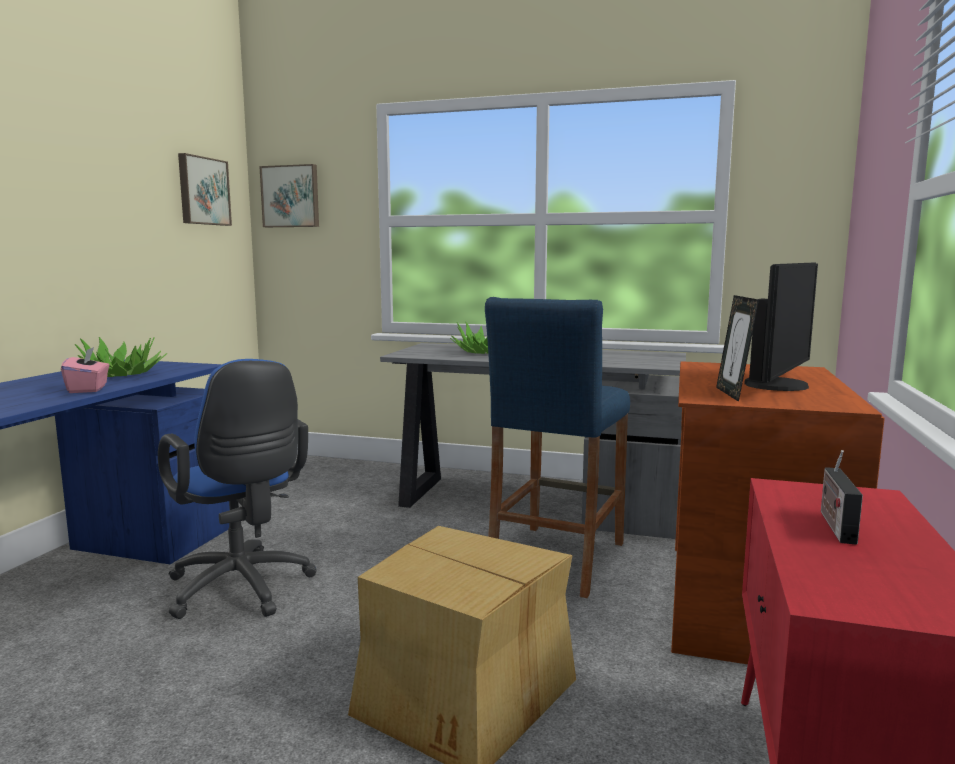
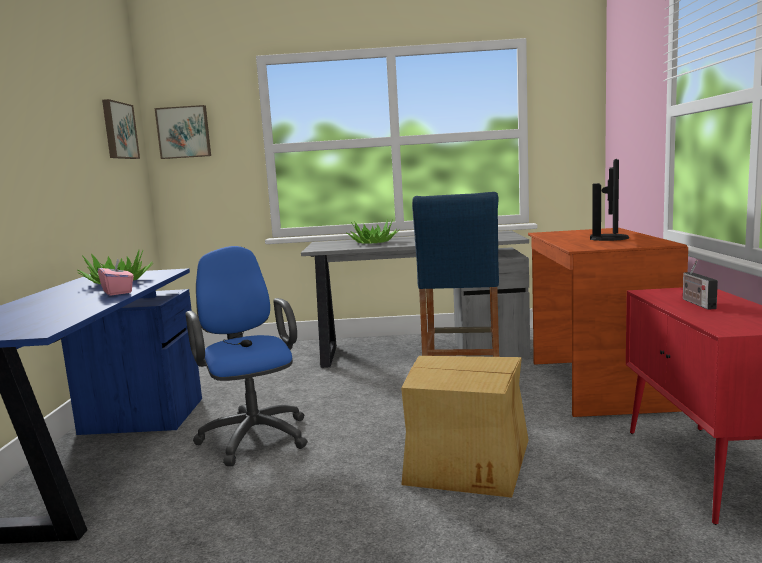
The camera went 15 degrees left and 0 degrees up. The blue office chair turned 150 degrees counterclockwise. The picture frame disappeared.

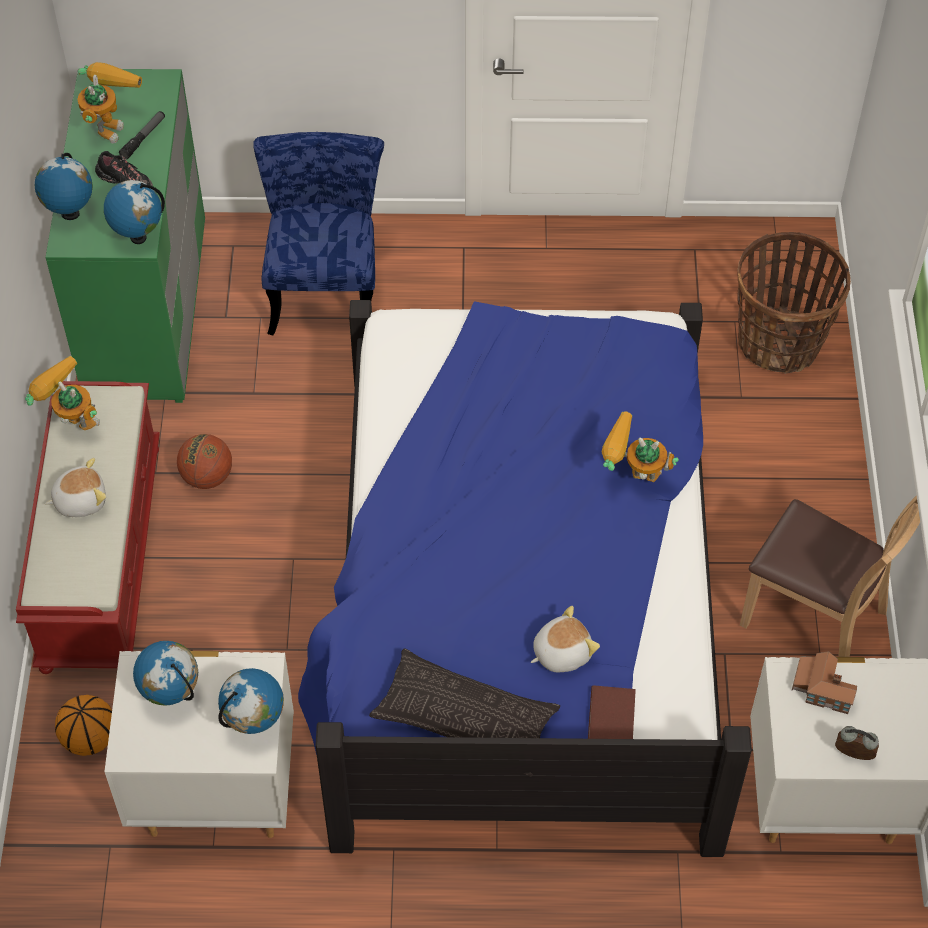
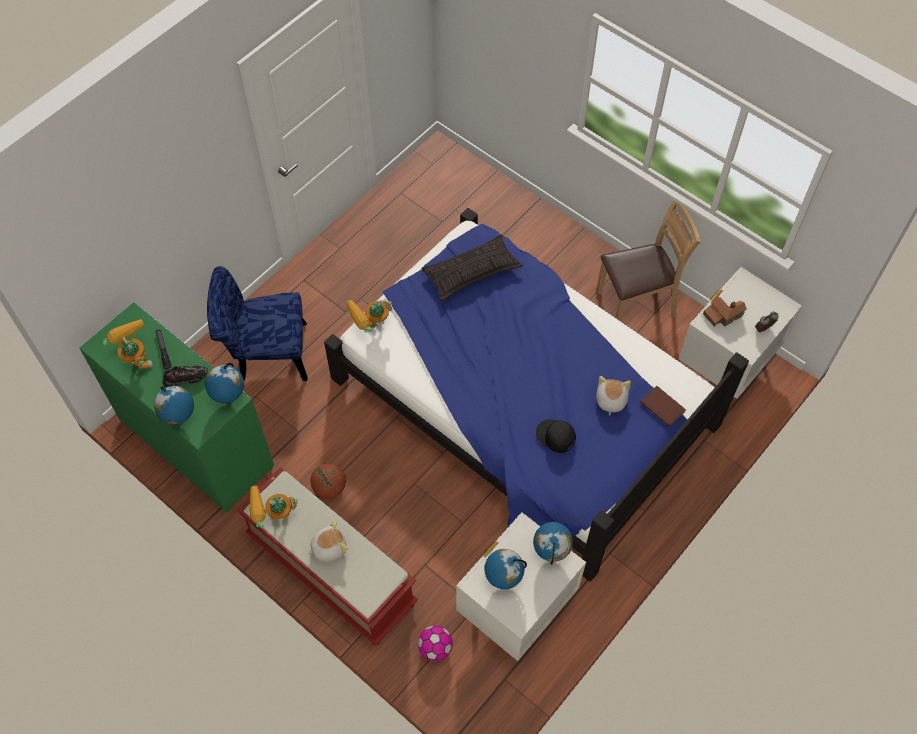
The camera went 50 degrees left and 5 degrees up. The blue chair turned 45 degrees counterclockwise. The plush toy (1st from left) turned 45 degrees clockwise. The toy robot (3rd from left) moved. The basketball (1st from left) was replaced by the football. The pillow moved. The black cap appeared. The basket disappeared.

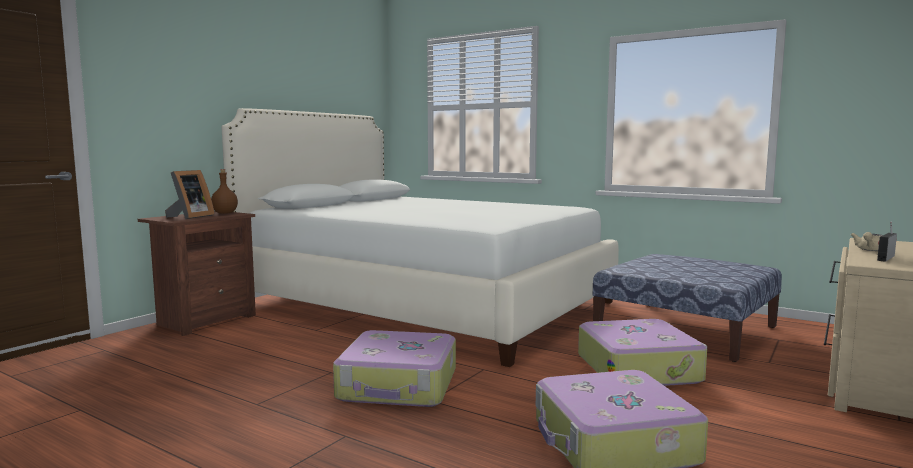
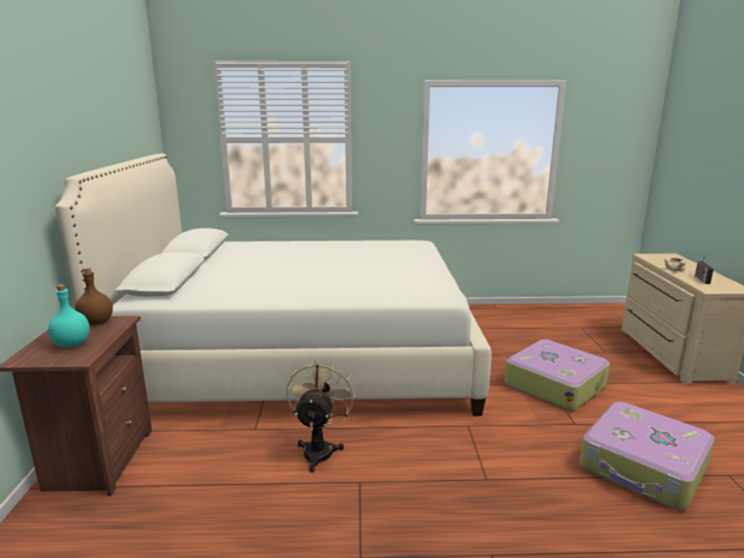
The camera went 35 degrees left and 10 degrees up. The picture frame was replaced by the turquoise bottle. The beige fan appeared. The suitcase (1st from left) disappeared. The ottoman disappeared.

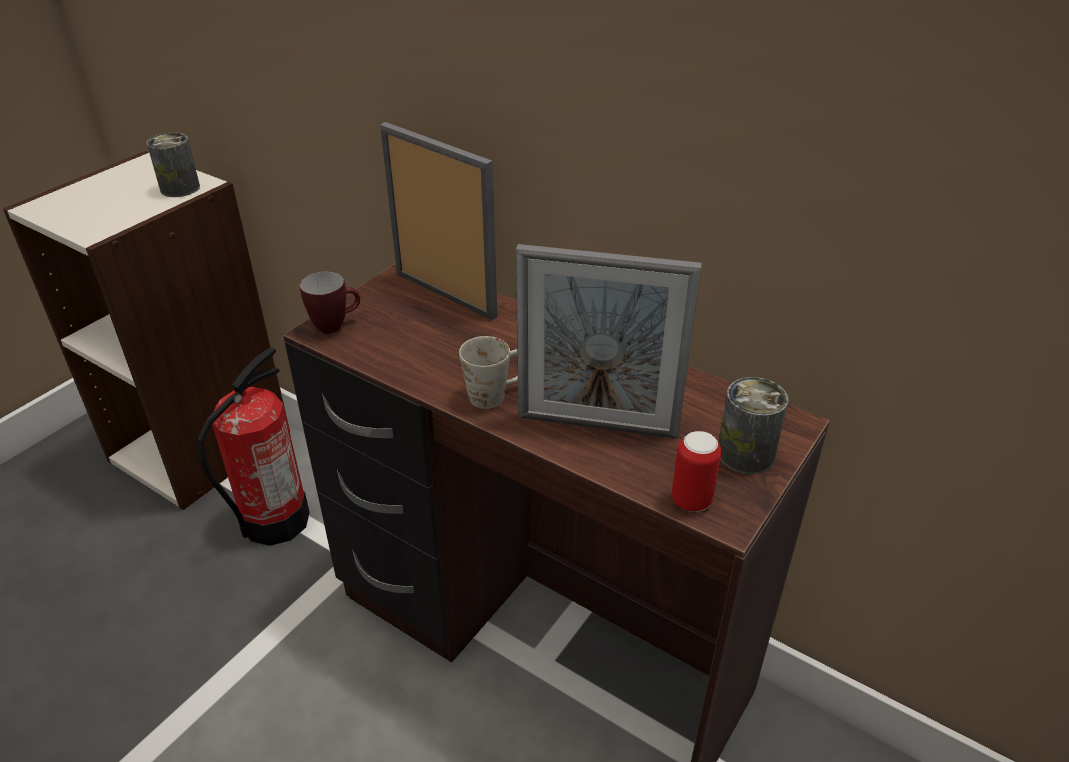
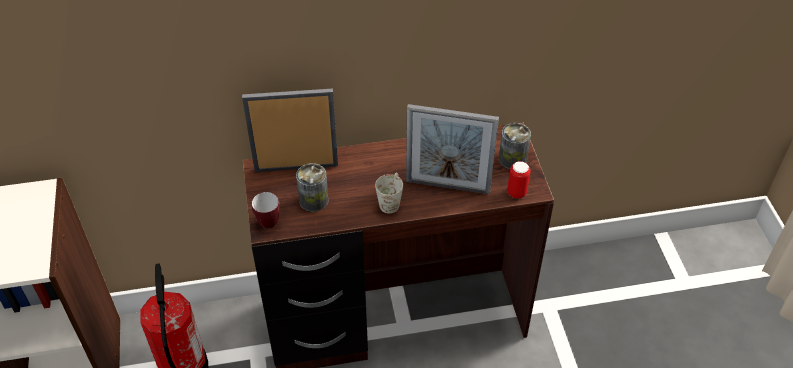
The camera went 45 degrees left and 10 degrees up. The can (1st from left) moved. The picture frame (2nd from left) turned 45 degrees clockwise.

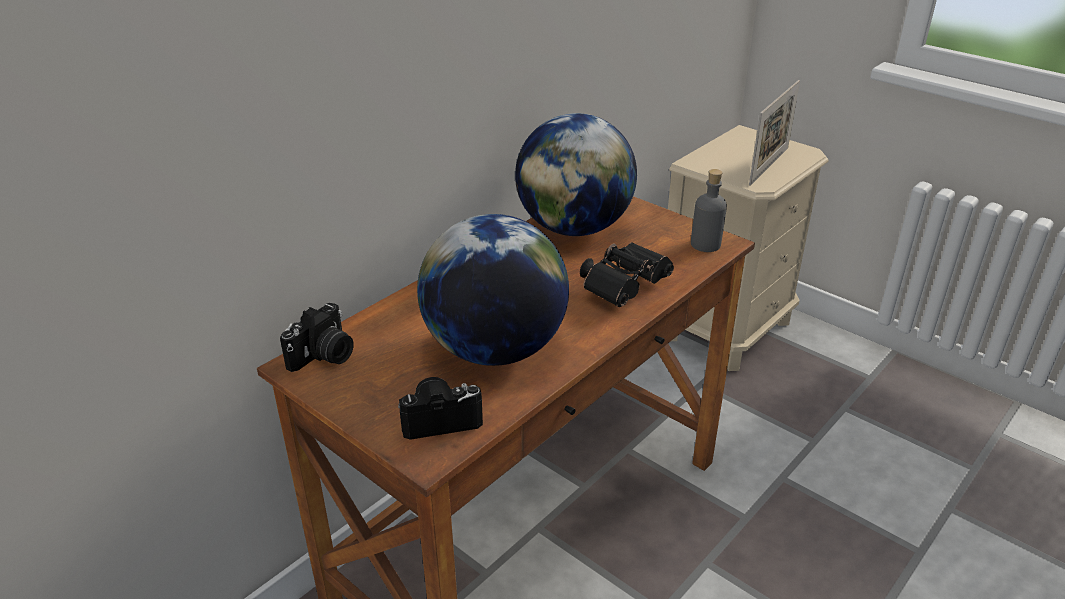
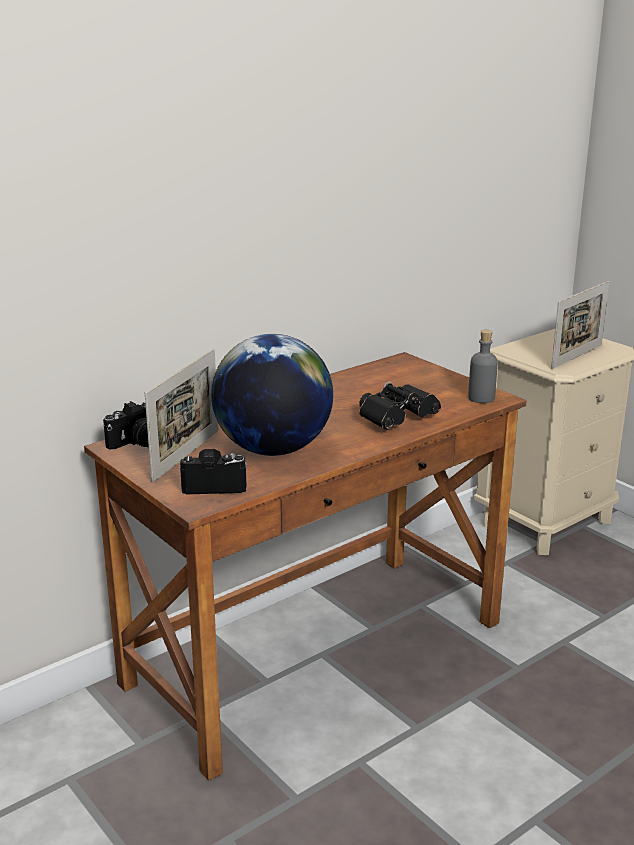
The camera went 10 degrees right and 10 degrees down. The picture frame (1st from left) appeared. The globe (2nd from left) disappeared.

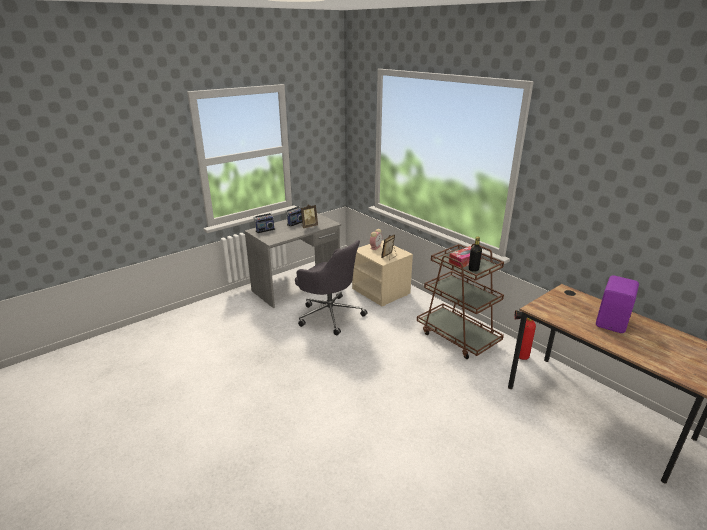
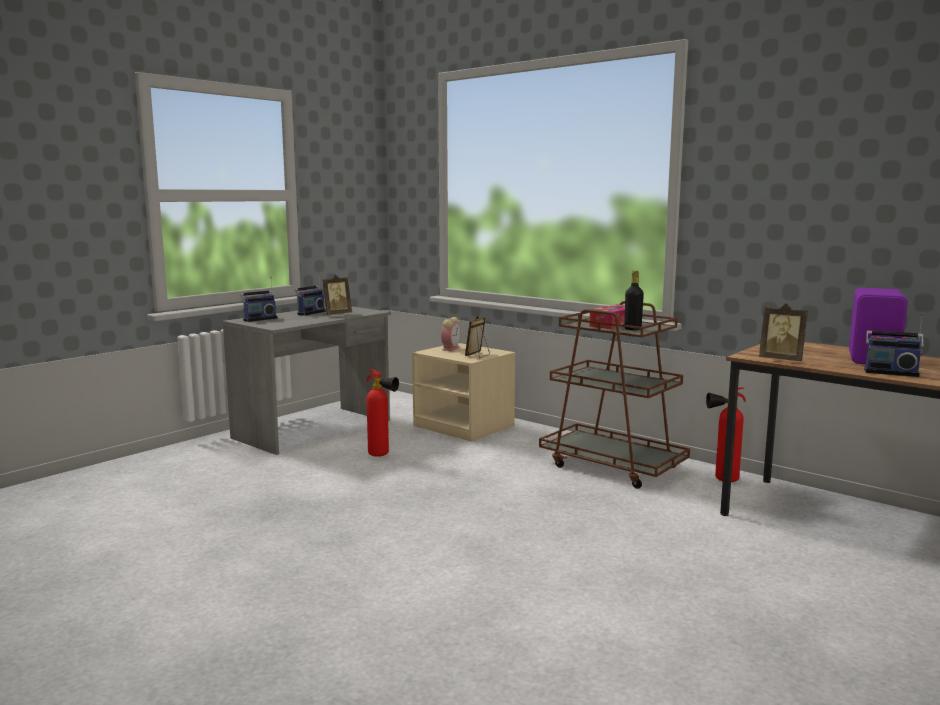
The camera went 10 degrees left and 15 degrees down. The grey office chair was replaced by the fire extinguisher (1st from left). The picture frame (3rd from left) appeared. The radio (3rd from left) appeared.

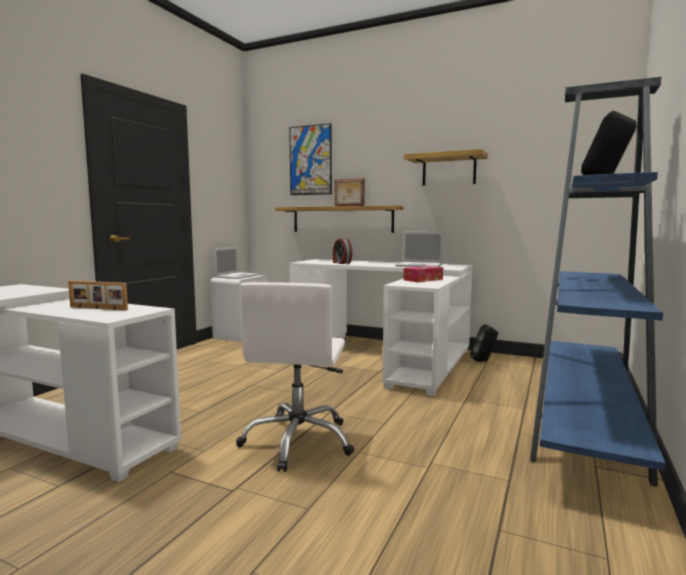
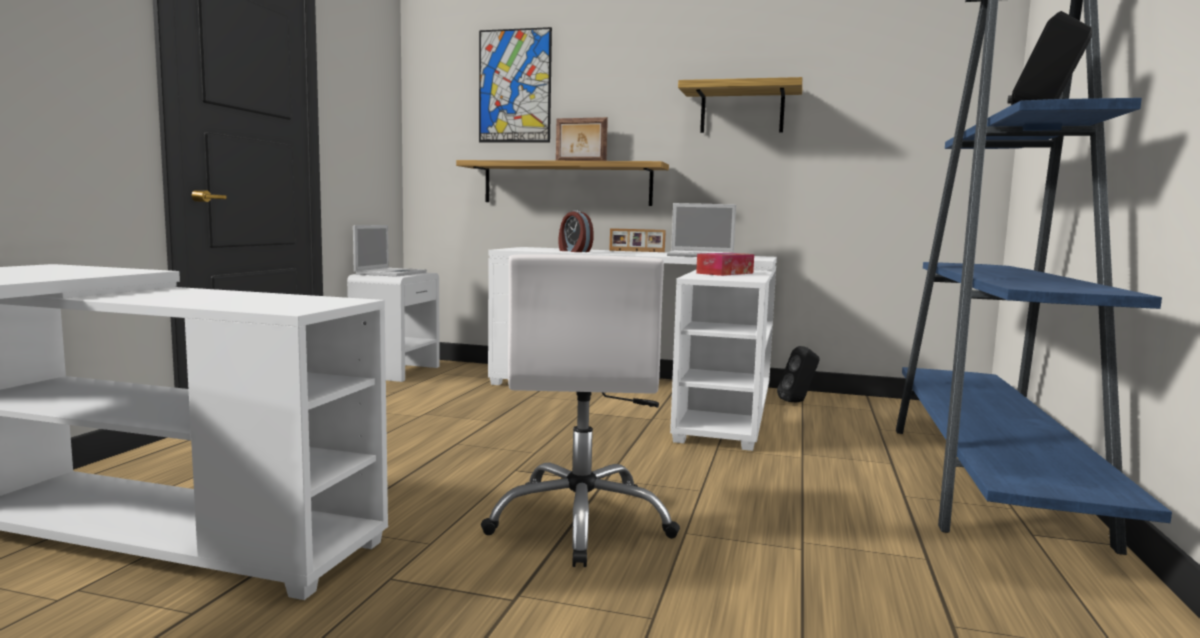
The camera went 10 degrees left and 0 degrees up. The picture frame (1st from left in the first image) moved.

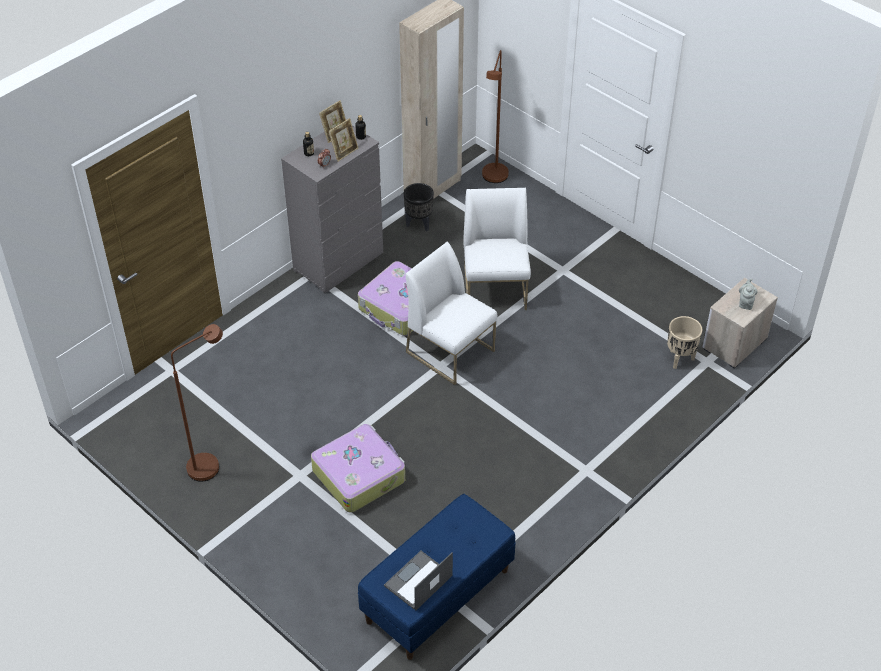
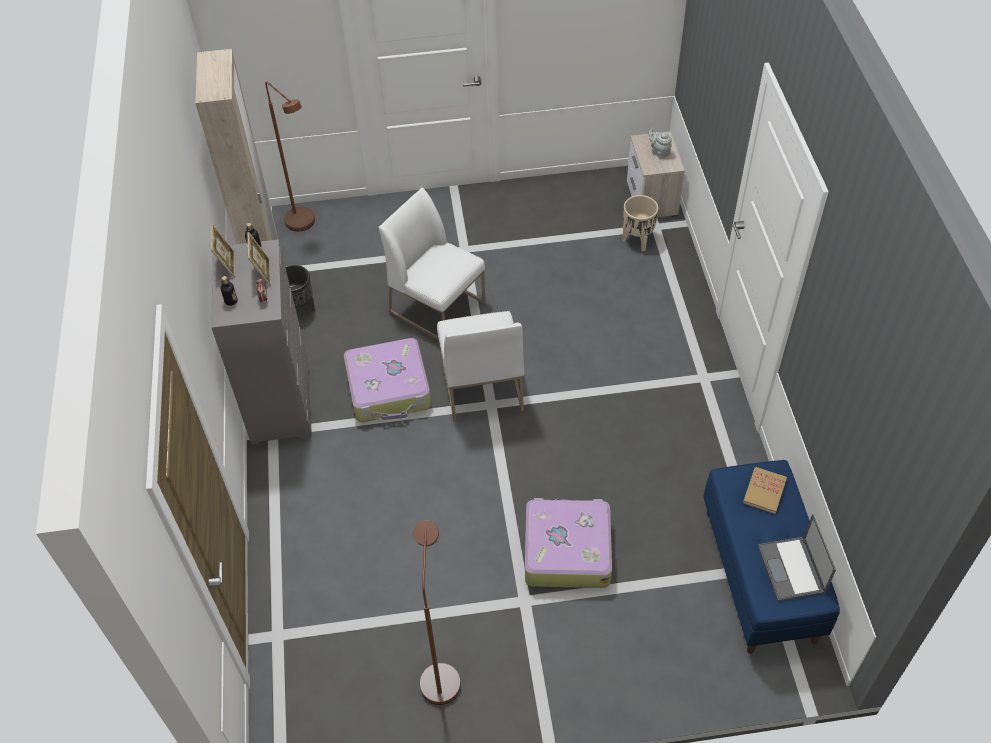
The camera went 50 degrees left and 5 degrees up. The white chair (1st from left in the first image) turned 90 degrees counterclockwise. The book appeared.

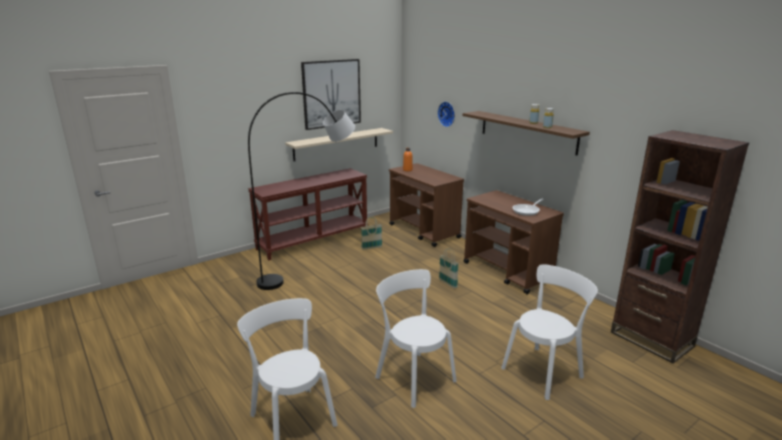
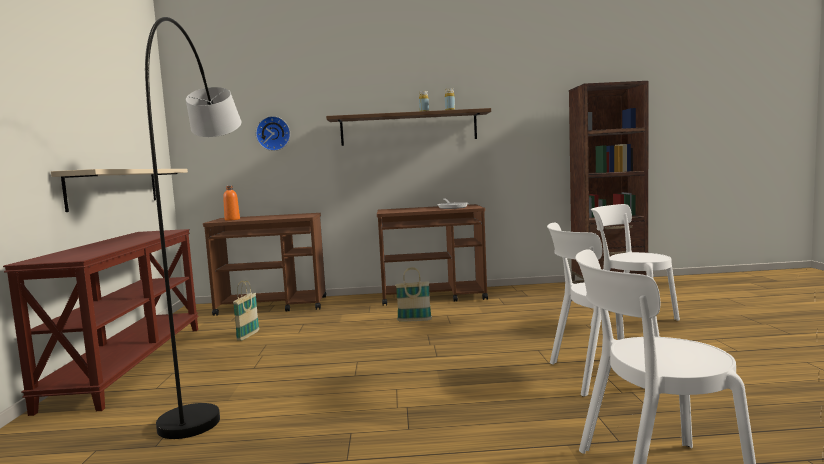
The camera went 55 degrees left and 15 degrees down. The white chair (3rd from left in the first image) turned 45 degrees counterclockwise. The picture disappeared.

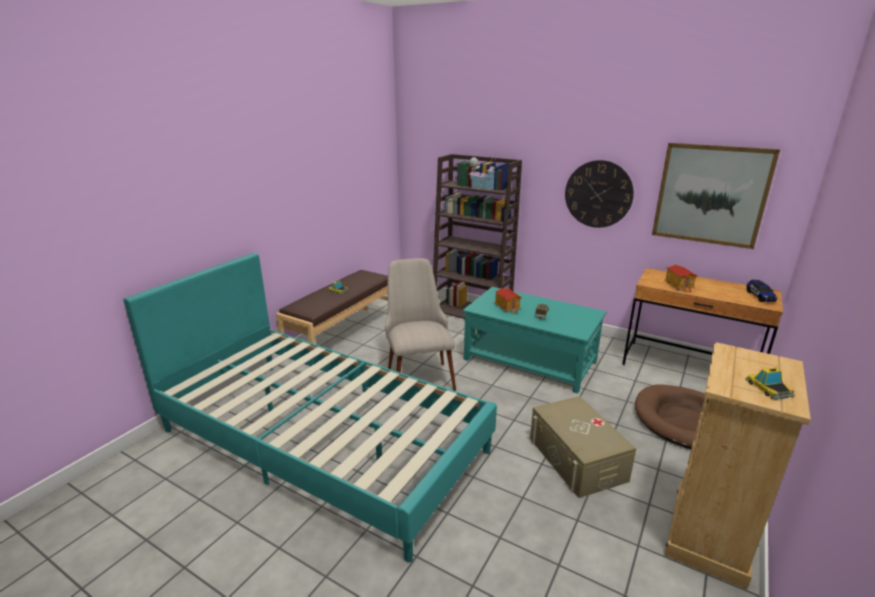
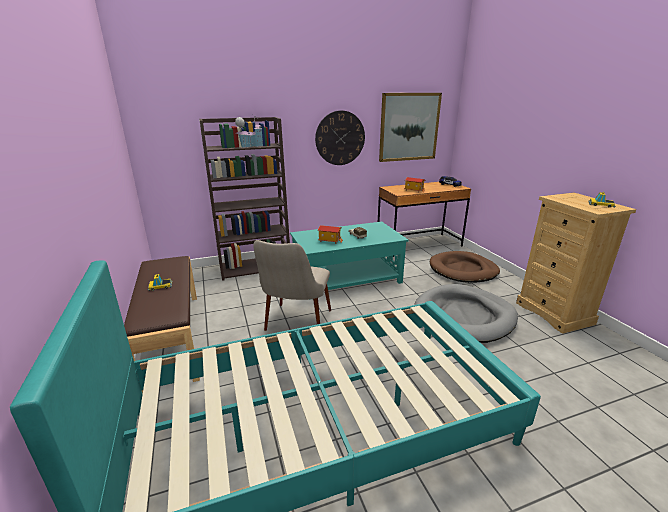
The camera went 50 degrees left and 0 degrees up. The beige chair turned 105 degrees counterclockwise. The beige storage box was replaced by the grey dog bed.

